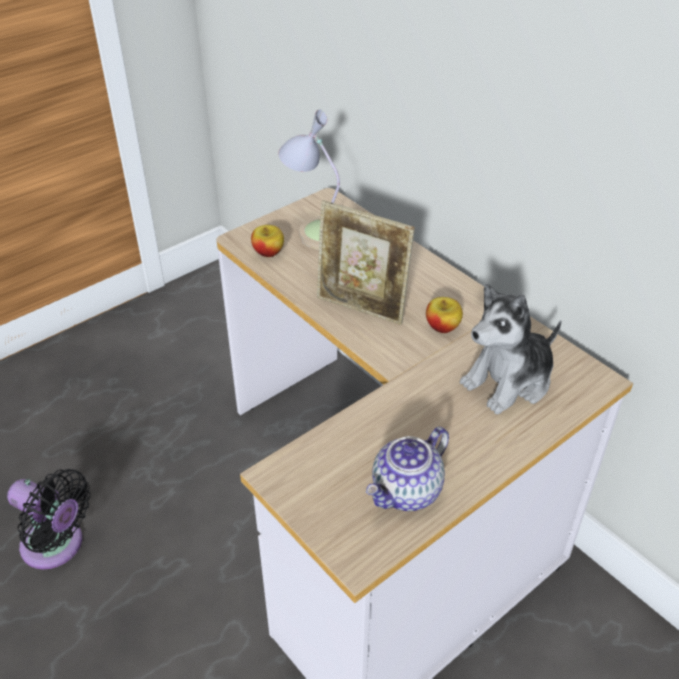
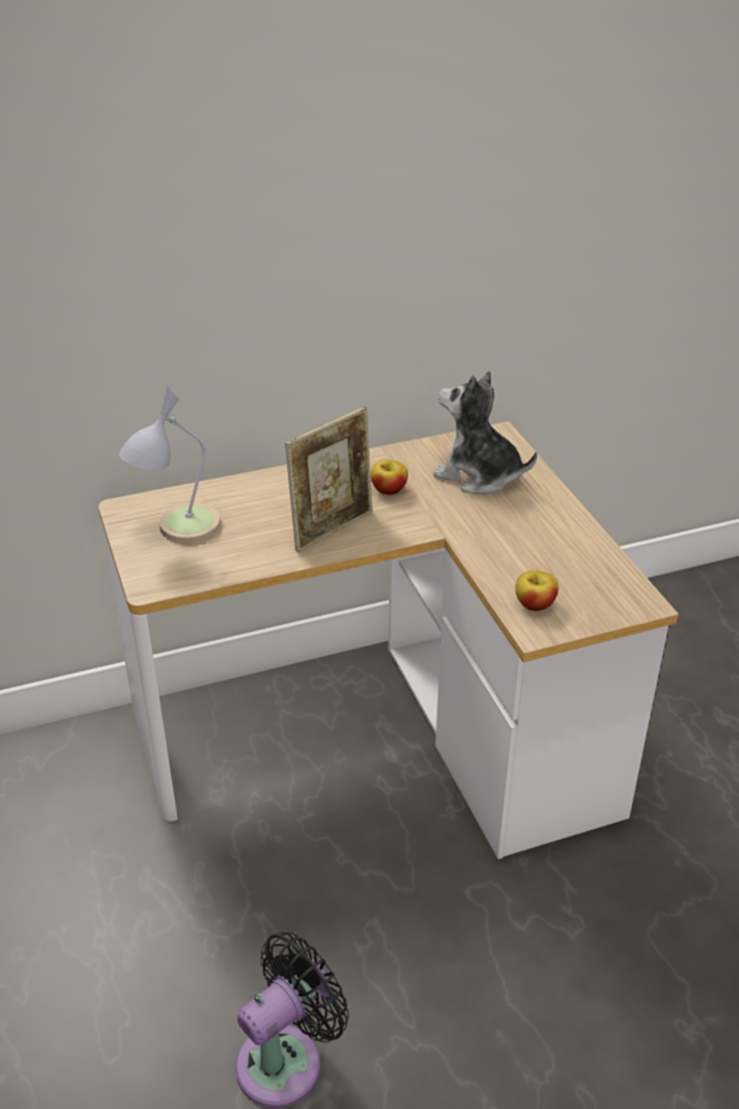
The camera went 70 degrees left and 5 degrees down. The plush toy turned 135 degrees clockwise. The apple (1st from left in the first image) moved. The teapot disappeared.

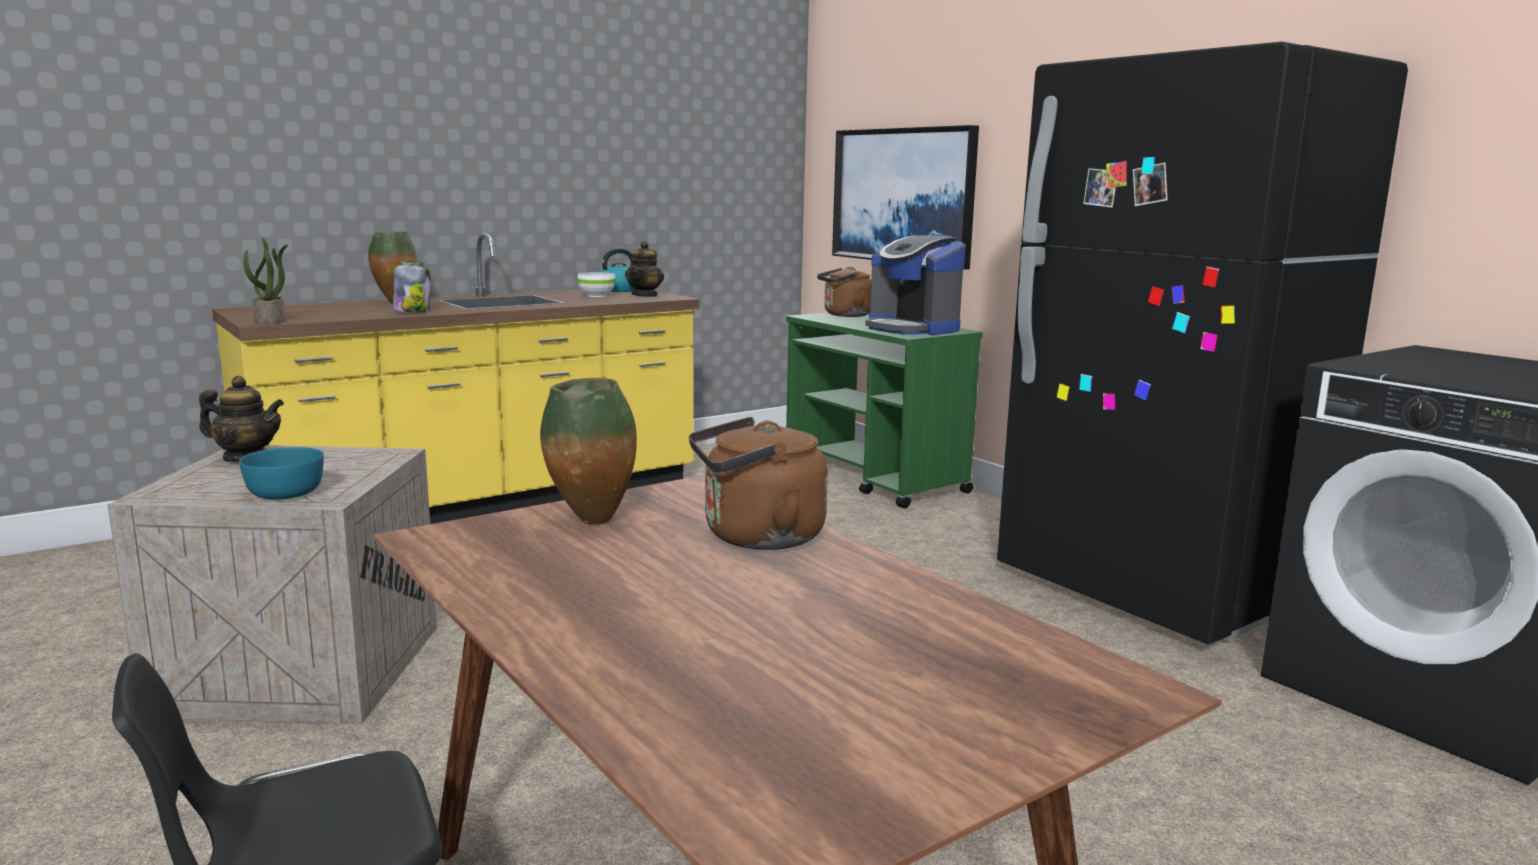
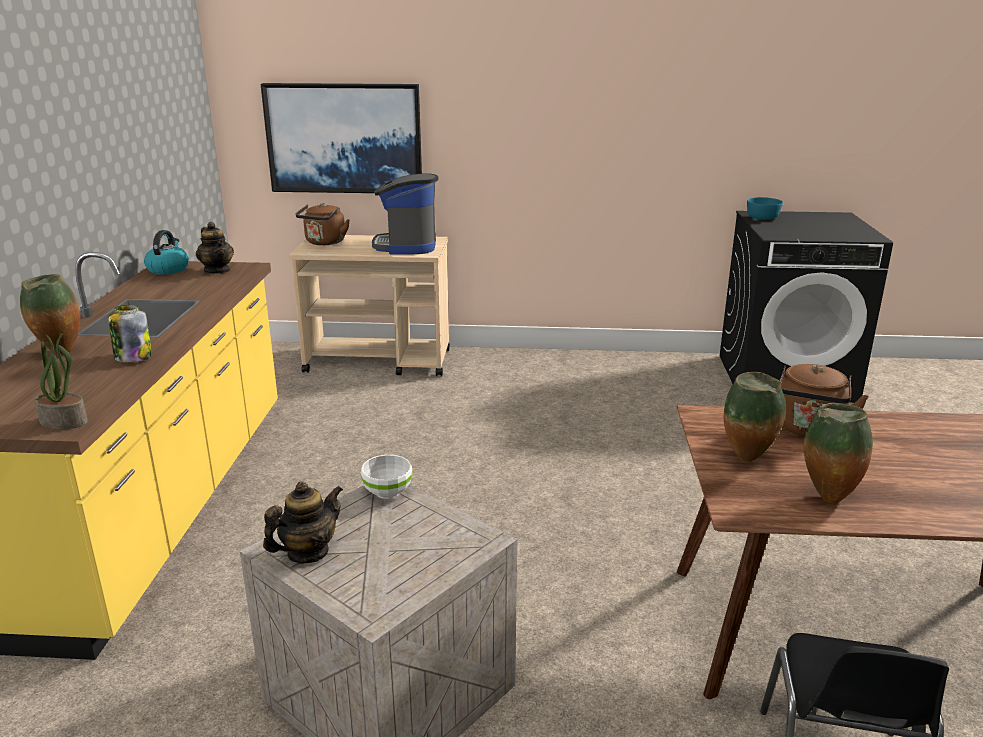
The camera went 50 degrees left and 10 degrees up. The green cart became the beige cart. The white bowl moved. The coffee machine turned 90 degrees clockwise. The turquoise bowl moved. The vase (3rd from left) appeared. The black fridge disappeared.

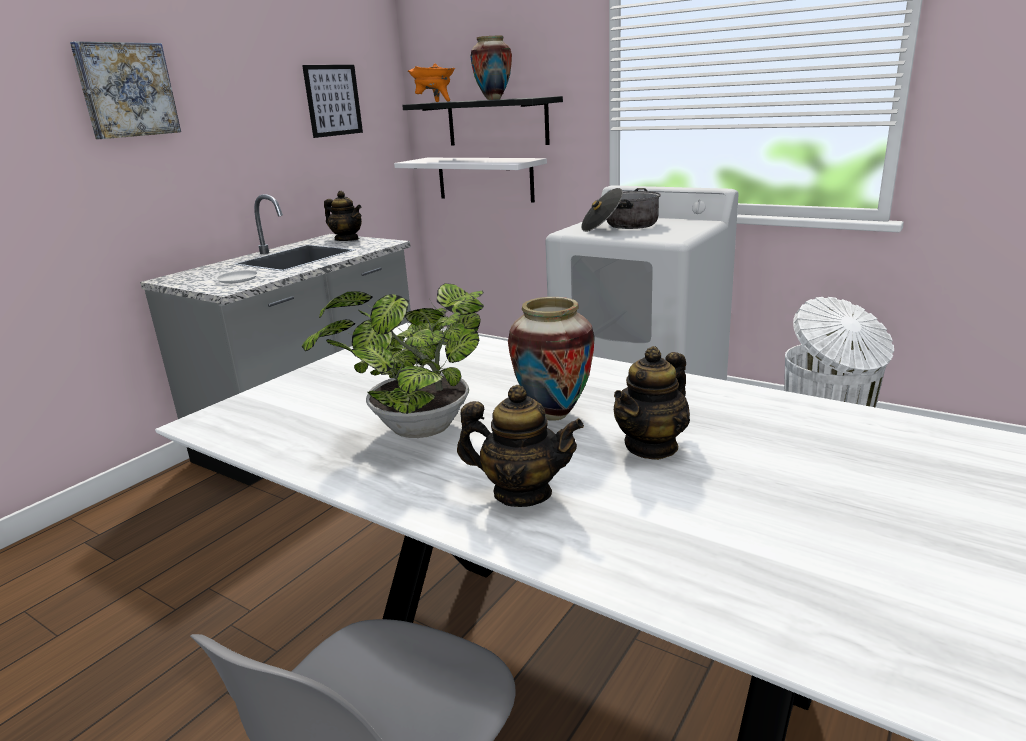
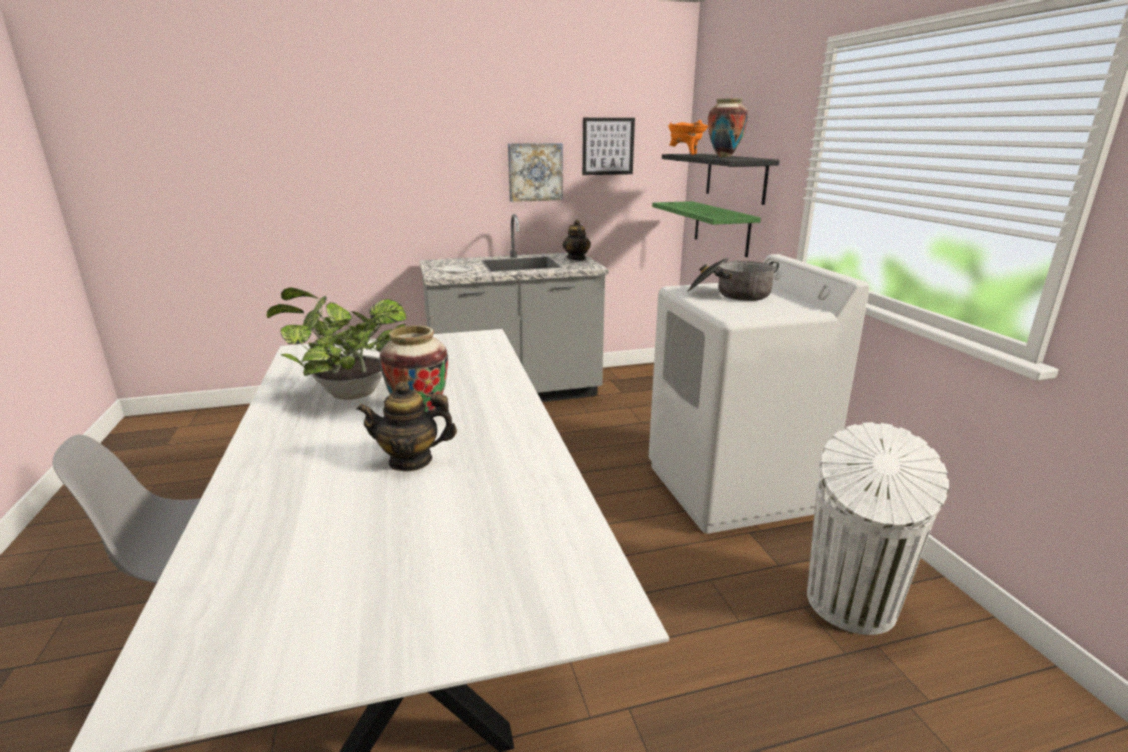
The camera went 40 degrees right and 0 degrees up. The picture (1st from left) moved. The white shelf became the green shelf. The teapot (2nd from left) disappeared.

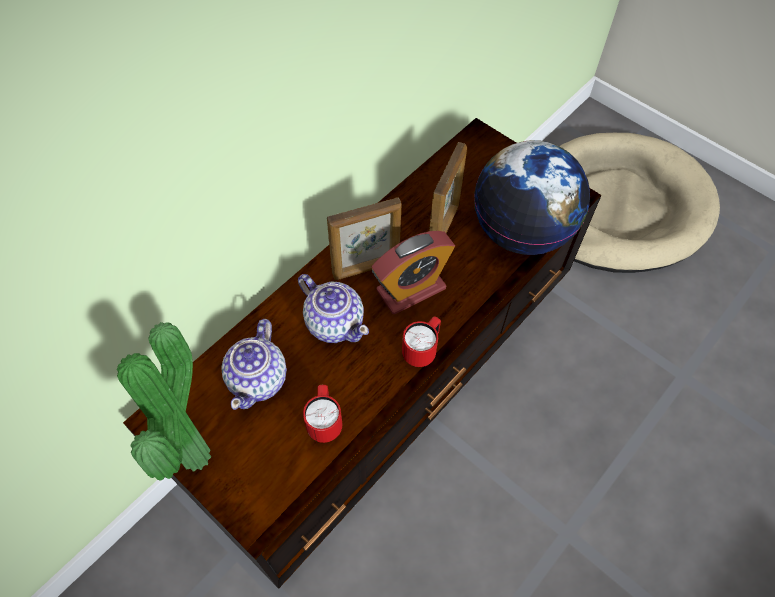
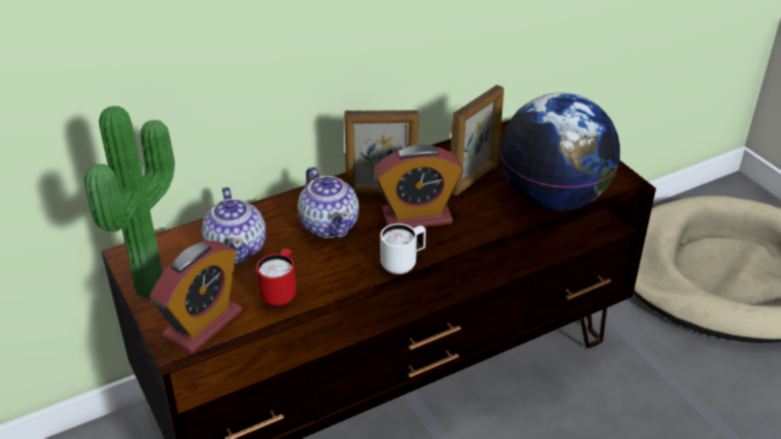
The camera went 20 degrees right and 20 degrees down. The alarm clock (1st from left) appeared. The teapot (1st from left) turned 45 degrees counterclockwise. The red mug (2nd from left) became the white mug.

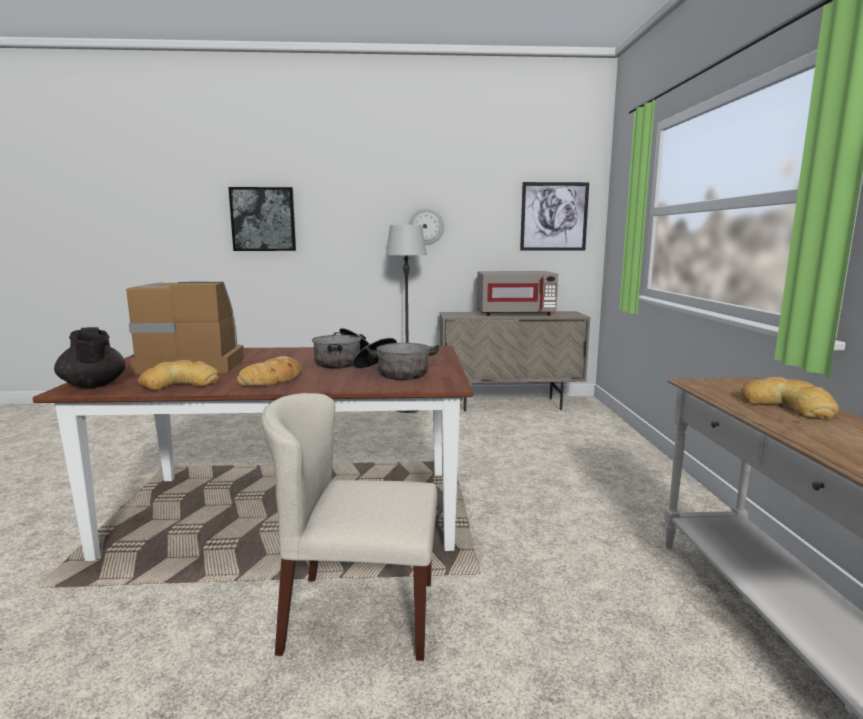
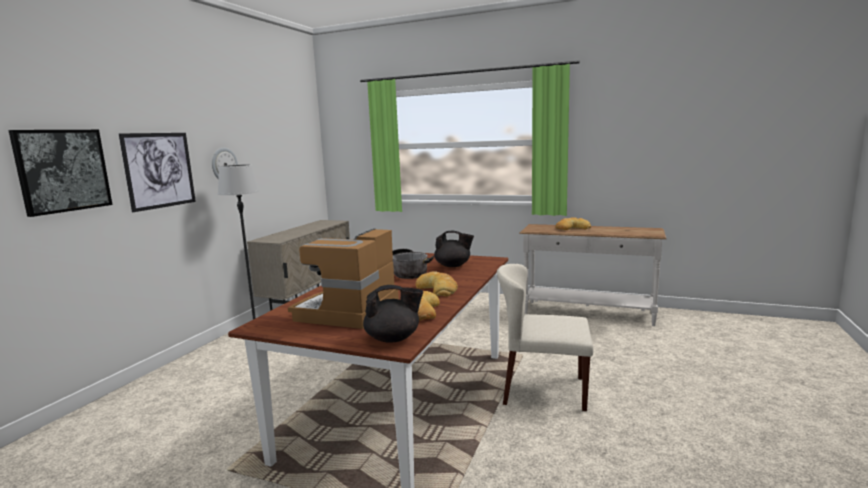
The camera went 65 degrees left and 0 degrees up. The picture (2nd from left) moved. The cooking pot (2nd from left) was replaced by the black teapot (2nd from left). The beige chair turned 75 degrees clockwise. The grey microwave disappeared.

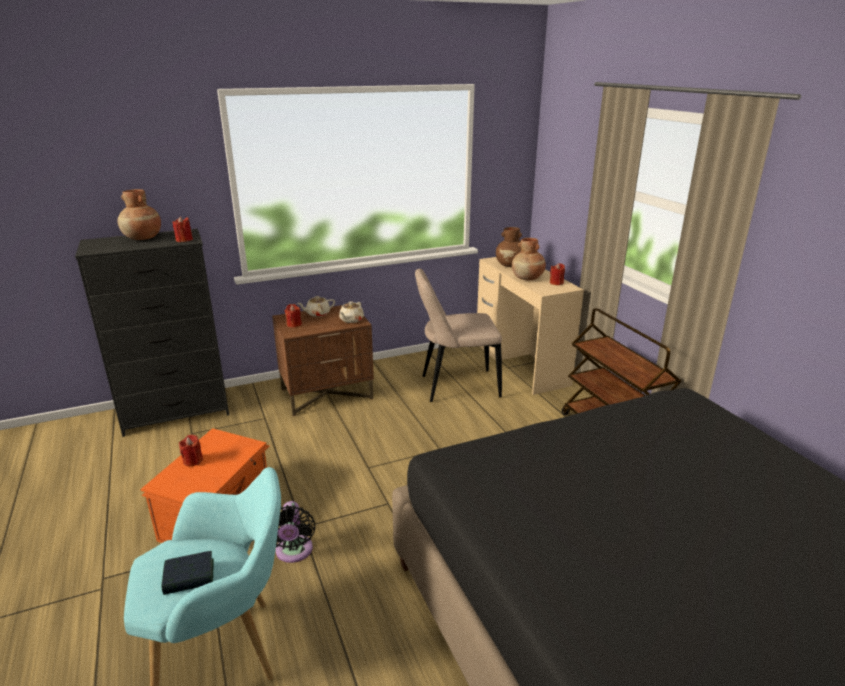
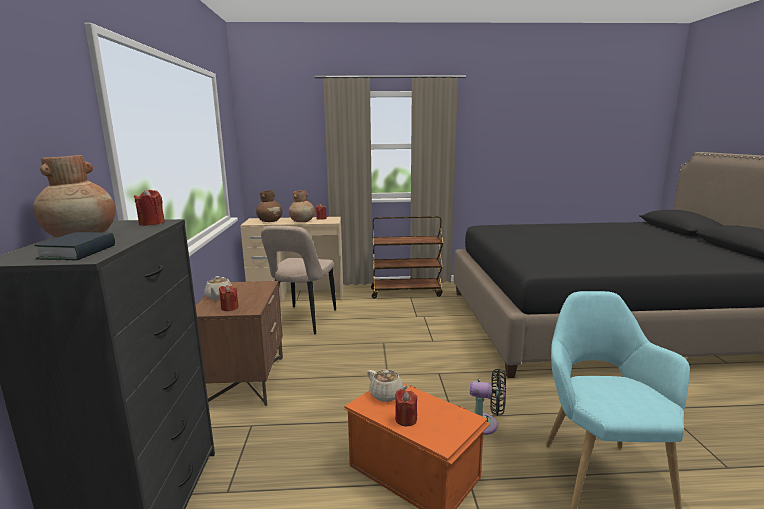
The camera went 70 degrees left and 10 degrees down. The book moved. The beige teapot (2nd from left) moved.

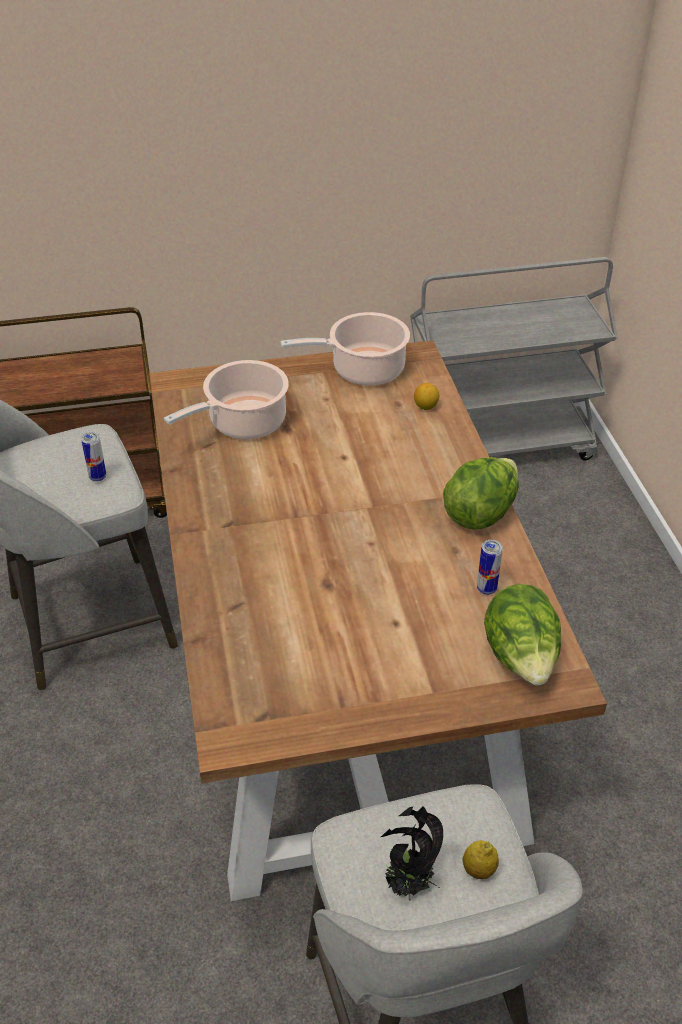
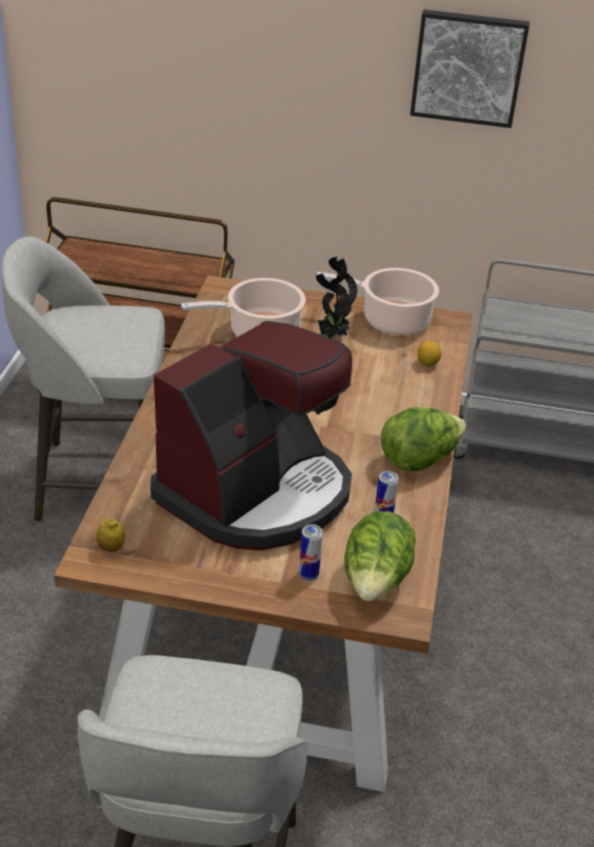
The camera went 20 degrees right and 5 degrees down. The lemon (2nd from left in the first image) moved. The coffee machine appeared. The can (1st from left) moved. The potted plant moved. The picture appeared.

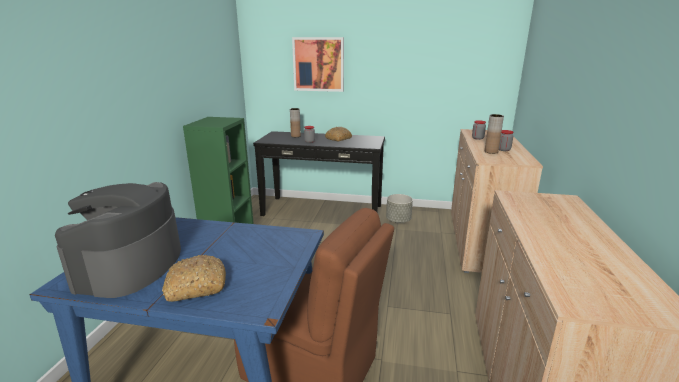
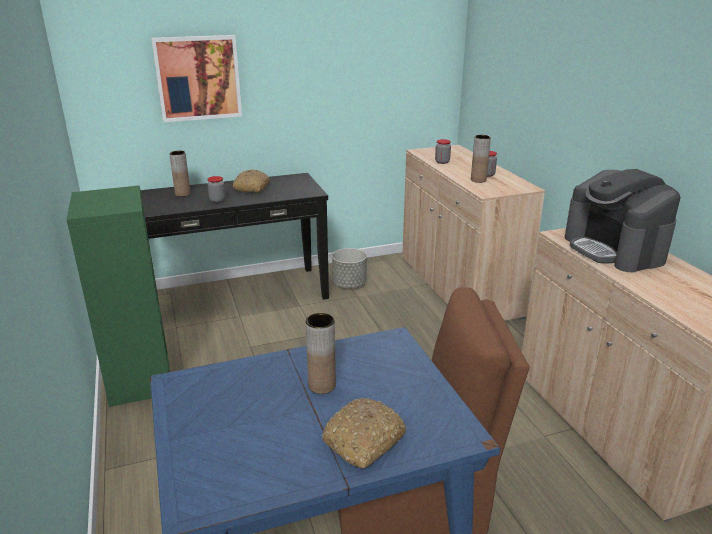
The camera went 30 degrees left and 5 degrees up. The brown vase (2nd from left) appeared. The coffee machine moved.

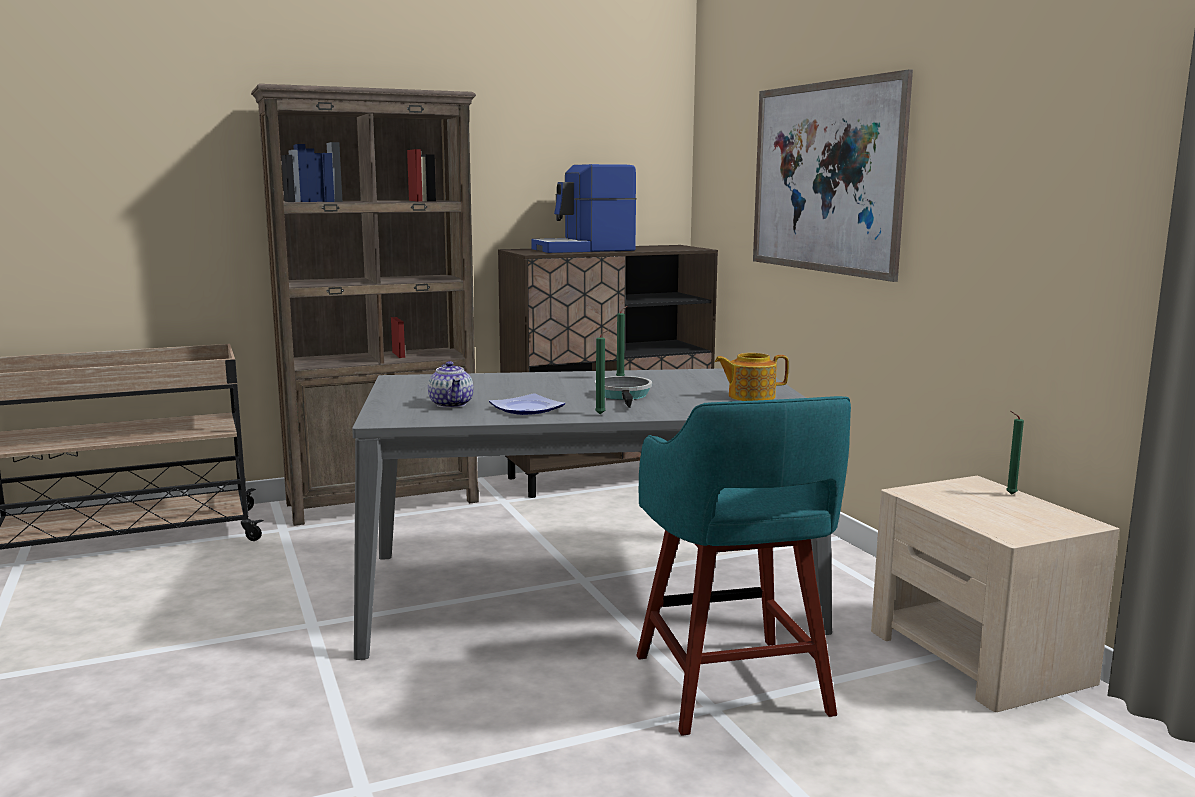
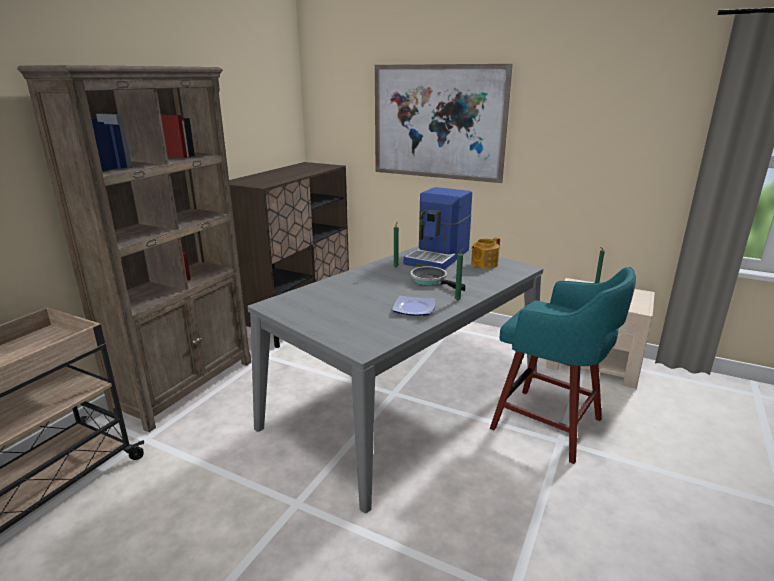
The camera went 40 degrees left and 10 degrees up. The coffee machine moved. The teapot (1st from left) disappeared.

